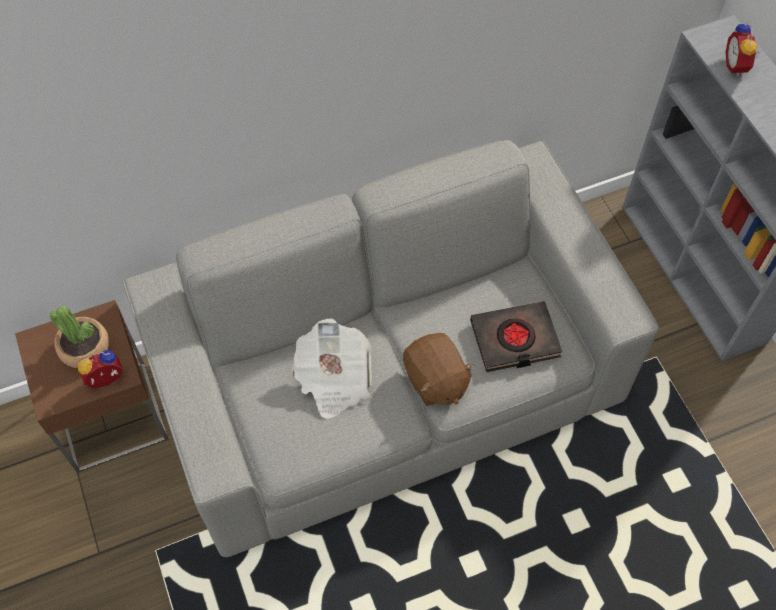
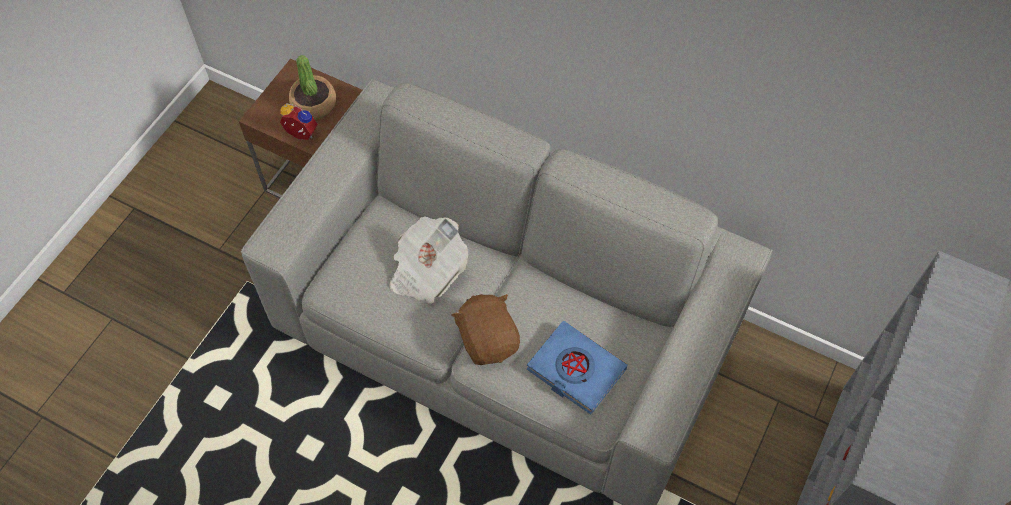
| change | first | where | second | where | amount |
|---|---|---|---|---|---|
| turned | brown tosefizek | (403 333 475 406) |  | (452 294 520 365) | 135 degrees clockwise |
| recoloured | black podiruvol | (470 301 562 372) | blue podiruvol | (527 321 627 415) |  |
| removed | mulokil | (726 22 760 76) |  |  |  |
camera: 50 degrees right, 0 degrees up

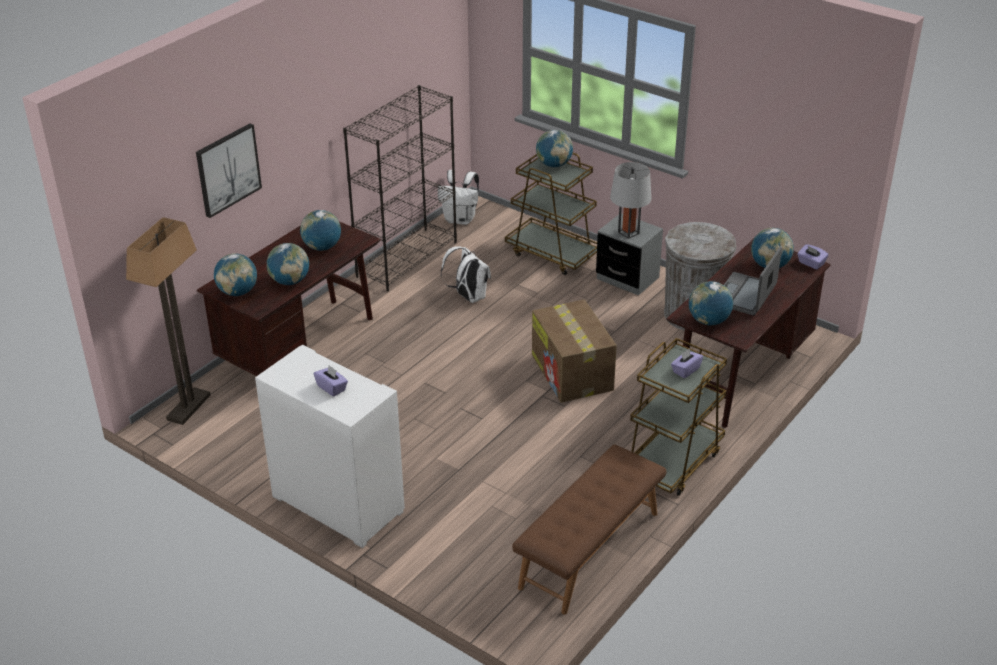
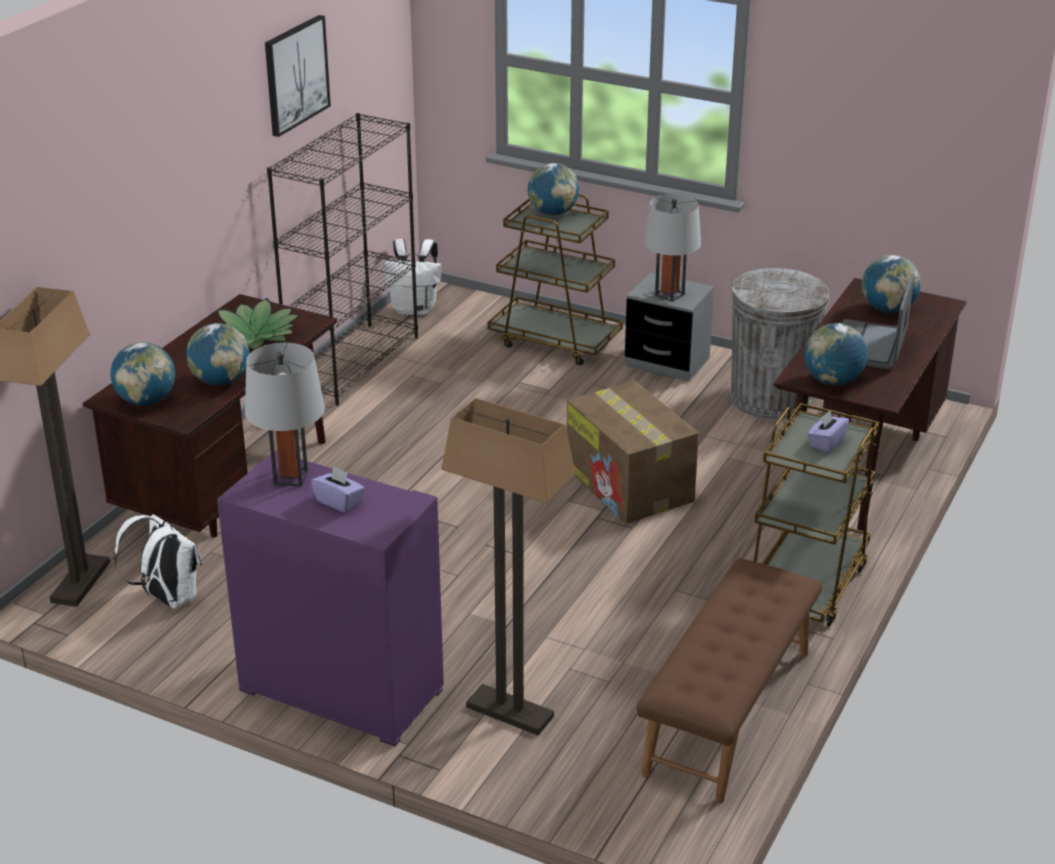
| change | first | where | second | where | amount |
|---|---|---|---|---|---|
| moved | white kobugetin | (441 246 491 303) |  | (114 514 202 609) |  |
| replaced | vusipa | (300 210 341 251) | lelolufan | (211 298 299 350) |  |
| recoloured | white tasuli | (255 345 405 548) | purple tasuli | (217 450 444 747) |  |
| added |  |  | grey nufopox | (245 342 325 486) |  |
| moved | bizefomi | (196 124 262 218) |  | (265 15 331 137) |  |
| added |  |  | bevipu | (441 398 576 735) |  |
| removed | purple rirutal | (797 244 828 270) |  |  |  |
camera: 10 degrees left, 5 degrees down

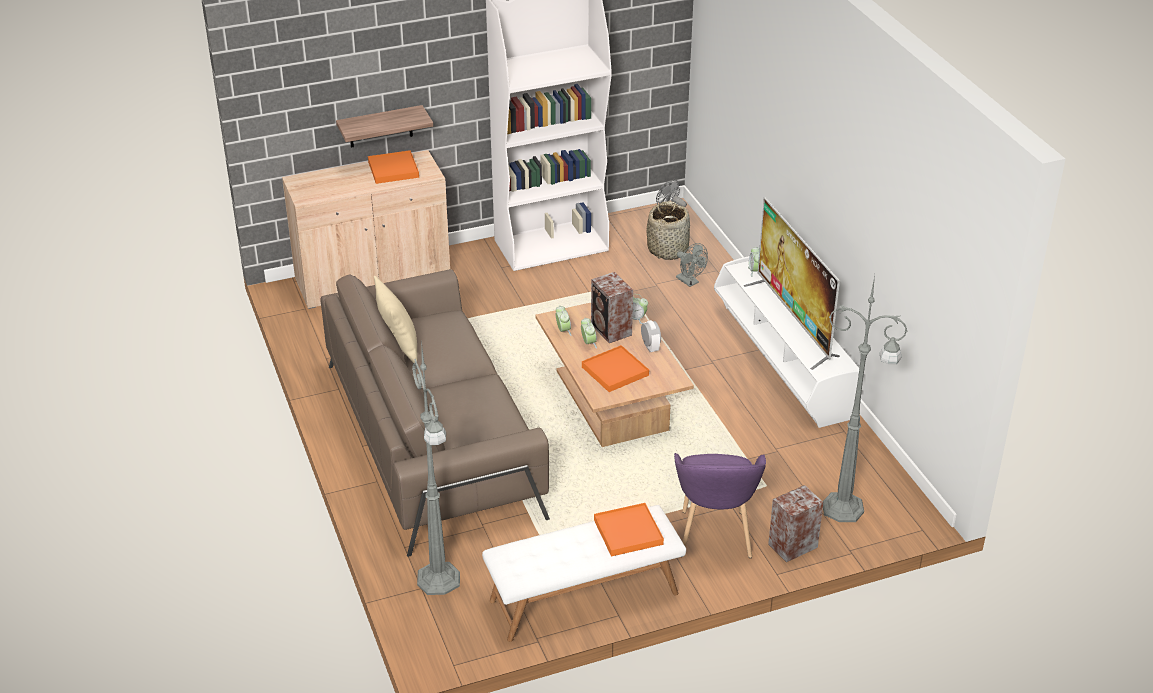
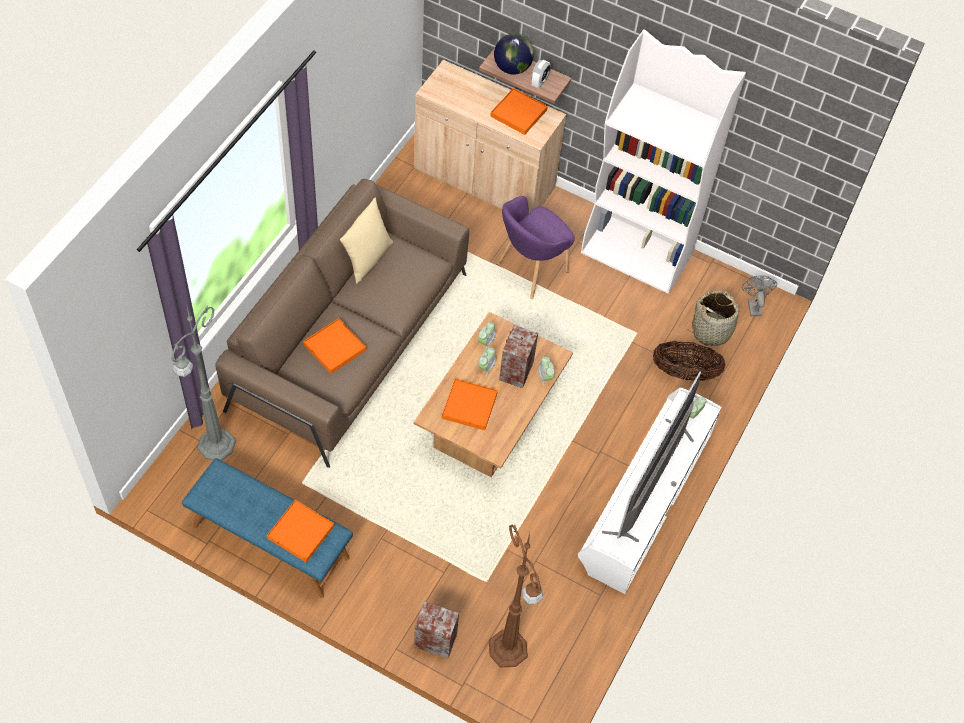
| change | first | where | second | where | amount |
|---|---|---|---|---|---|
| recoloured | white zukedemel | (482 505 686 642) | blue zukedemel | (182 458 353 598) |  |
| added |  |  | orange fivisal | (303 318 366 374) |  |
| recoloured | grey bevipu | (823 275 908 522) | brown bevipu | (489 525 543 668) |  |
| added |  |  | vusipa | (494 34 534 75) |  |
| moved | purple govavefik | (674 453 766 558) |  | (497 196 575 299) |  |
| moved | mulokil | (641 320 661 352) |  | (531 60 551 88) |  |
| replaced | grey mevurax | (676 243 708 287) | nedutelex | (653 341 726 381) |  |
camera: 45 degrees right, 20 degrees up

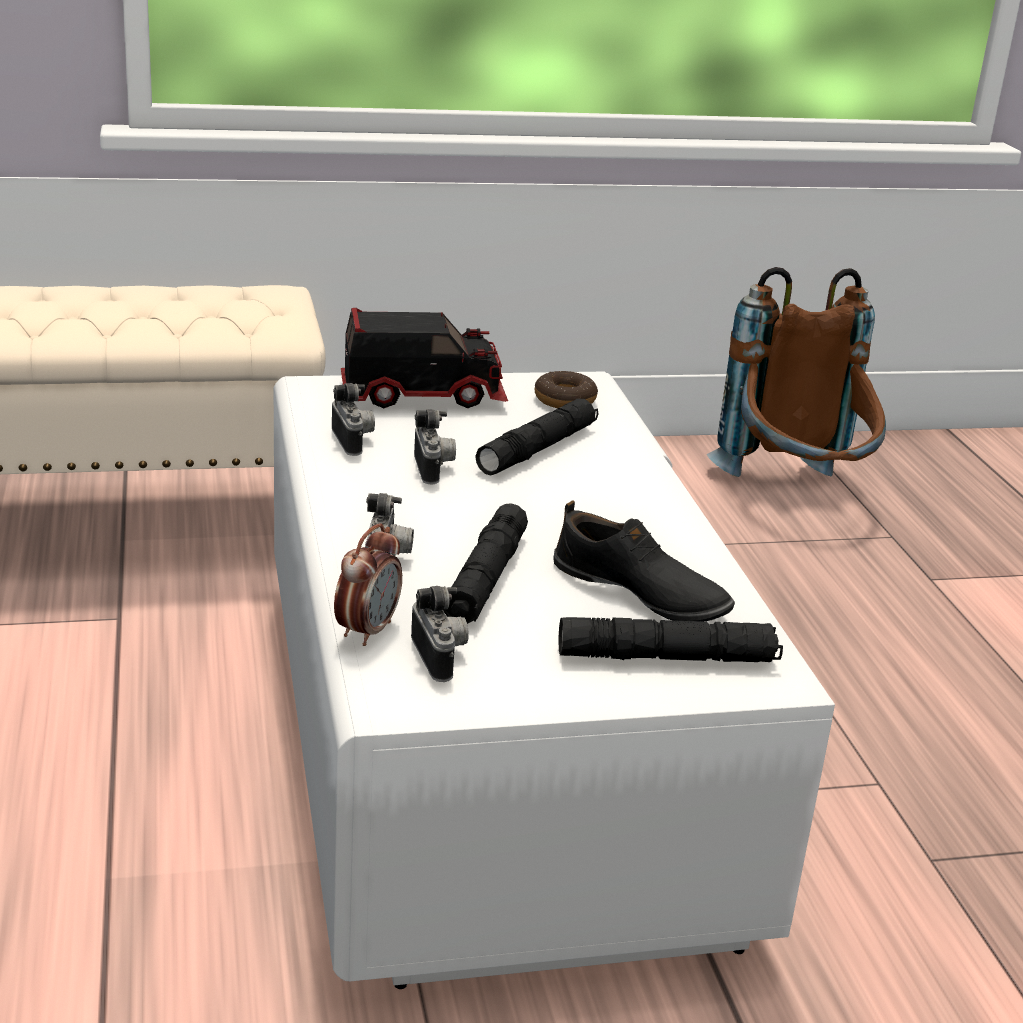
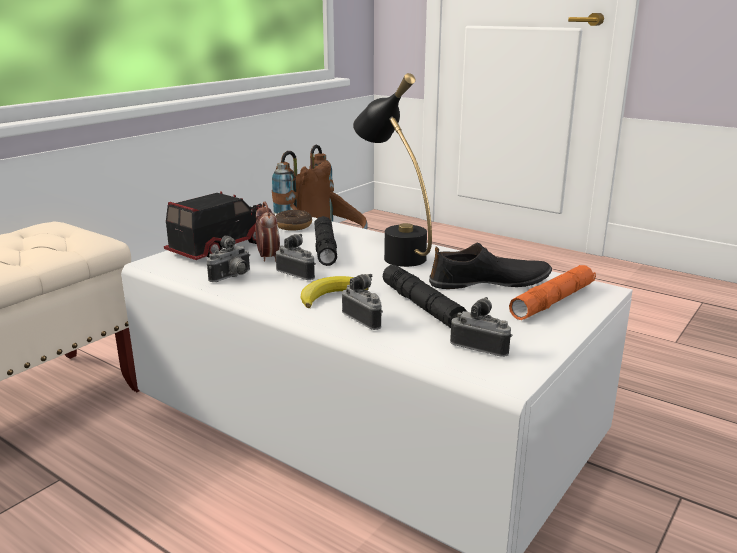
| change | first | where | second | where | amount |
|---|---|---|---|---|---|
| turned | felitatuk | (332 383 375 456) |  | (207 236 250 282) | 105 degrees clockwise |
| moved | mulokil | (334 523 402 646) |  | (255 201 280 261) |  |
| added |  |  | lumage | (300 276 369 308) |  |
| added |  |  | black nufopox | (353 73 432 267) |  |
| recoloured | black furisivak | (559 617 783 662) | orange furisivak | (509 265 596 320) |  |
camera: 40 degrees left, 5 degrees down

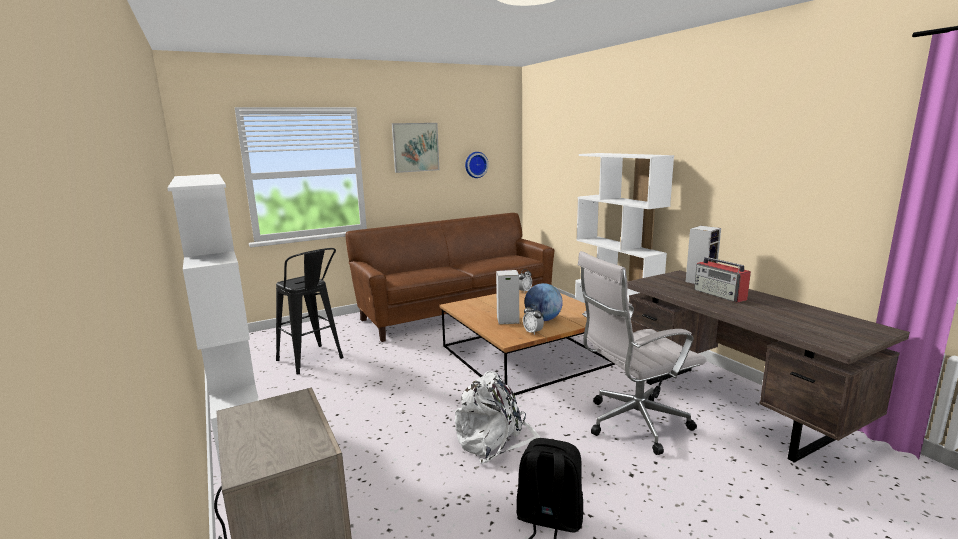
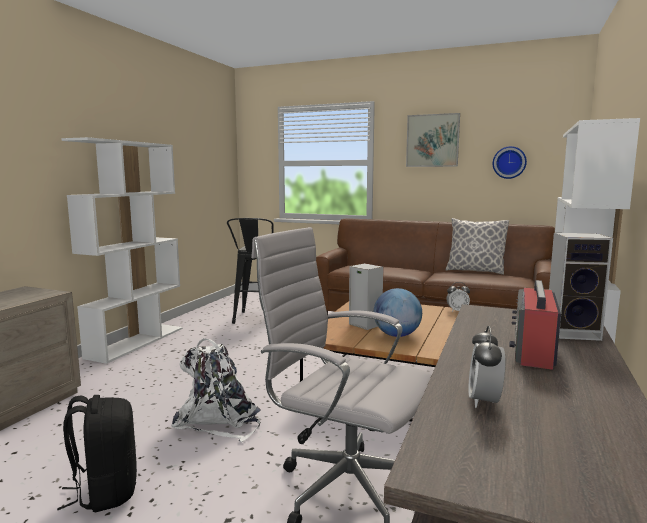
| change | first | where | second | where | amount |
|---|---|---|---|---|---|
| added |  |  | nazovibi | (446 218 509 275) |  |
| moved | mulokil | (523 304 544 335) |  | (468 326 505 408) |  |
camera: 50 degrees right, 5 degrees down

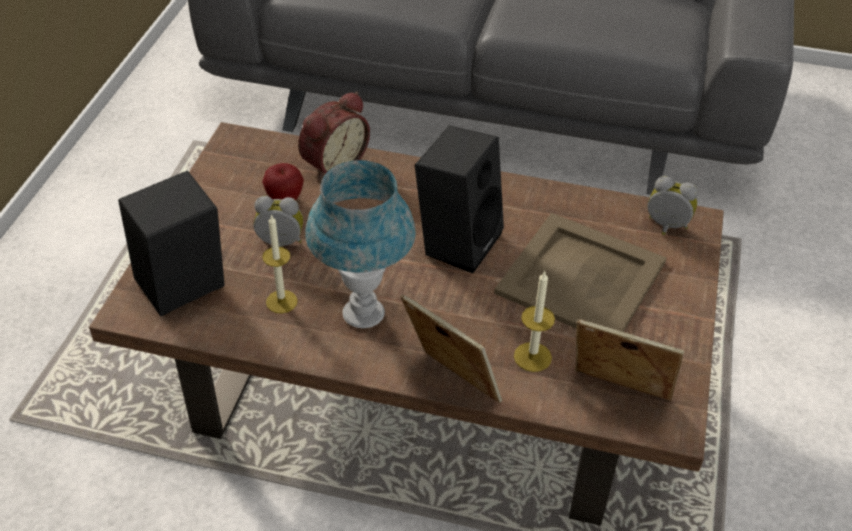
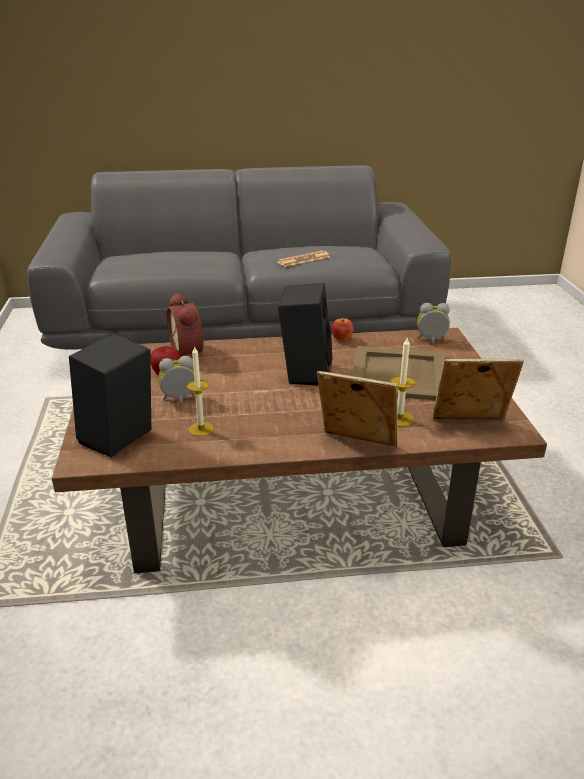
| change | first | where | second | where | amount |
|---|---|---|---|---|---|
| turned | mulokil | (298 92 370 180) |  | (166 293 203 356) | 135 degrees clockwise |
| added |  |  | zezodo | (277 250 330 267) |  |
| added |  |  | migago | (332 318 354 341) |  |
| removed | blue nufopox | (305 160 416 328) |  |  |  |
camera: 20 degrees left, 15 degrees down

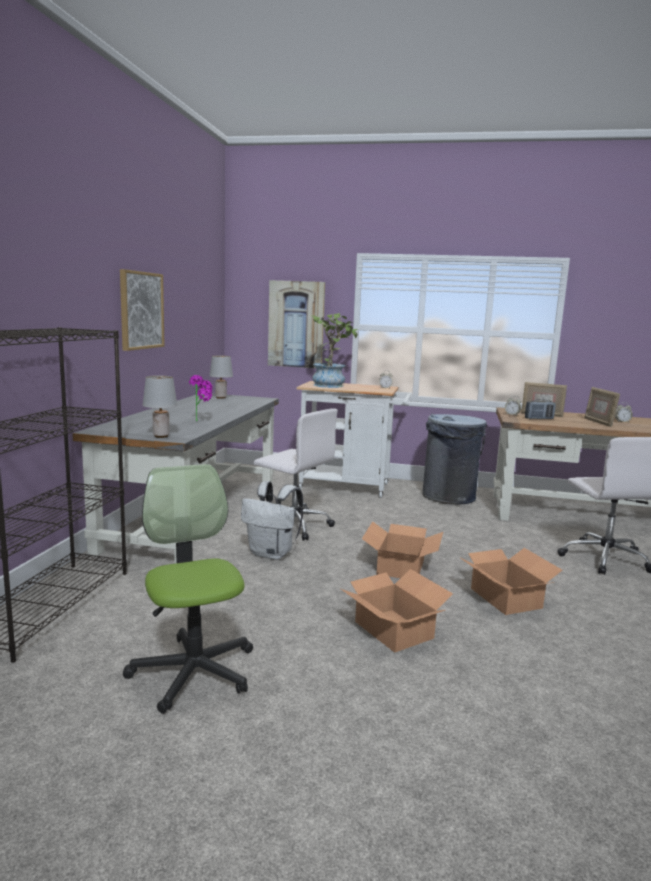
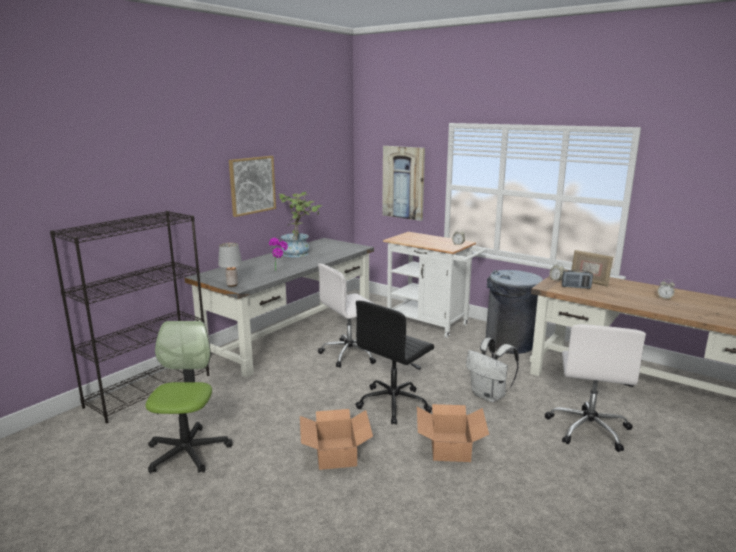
| change | first | where | second | where | amount |
|---|---|---|---|---|---|
| moved | lelolufan | (310 313 358 388) |  | (278 192 323 257) |  |
| turned | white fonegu | (254 409 338 541) |  | (318 264 376 368) | 90 degrees clockwise |
| replaced | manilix | (362 521 443 578) | black fonegu | (355 301 434 424) |  |
| moved | white kobugetin | (241 481 303 560) |  | (466 338 519 402) |  |
| removed | grey nufopox | (209 356 233 399) |  |  |  |
| removed | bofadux | (584 387 620 427) |  |  |  |
camera: 25 degrees right, 5 degrees up

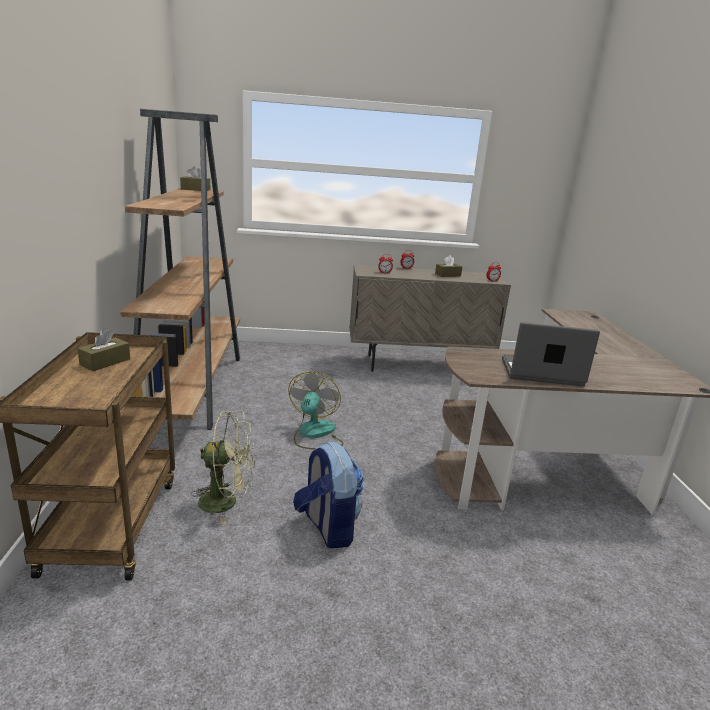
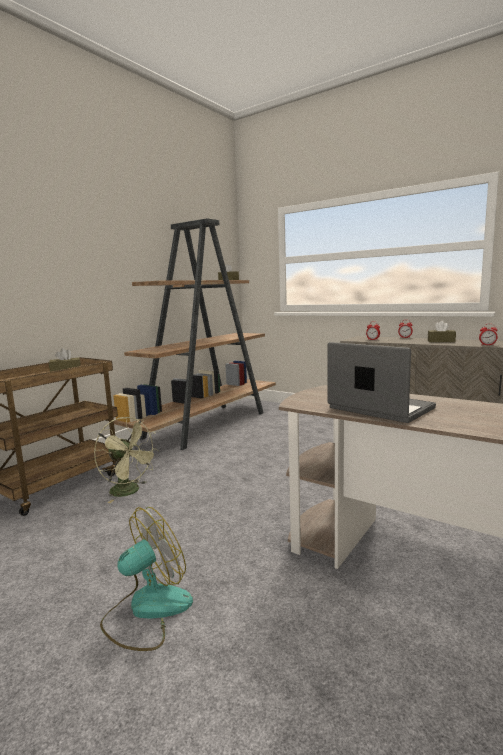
| change | first | where | second | where | amount |
|---|---|---|---|---|---|
| moved | mevurax | (288 371 344 450) |  | (100 507 193 651) |  |
| removed | kobugetin | (293 442 364 549) |  |  |  |
camera: 40 degrees right, 10 degrees down

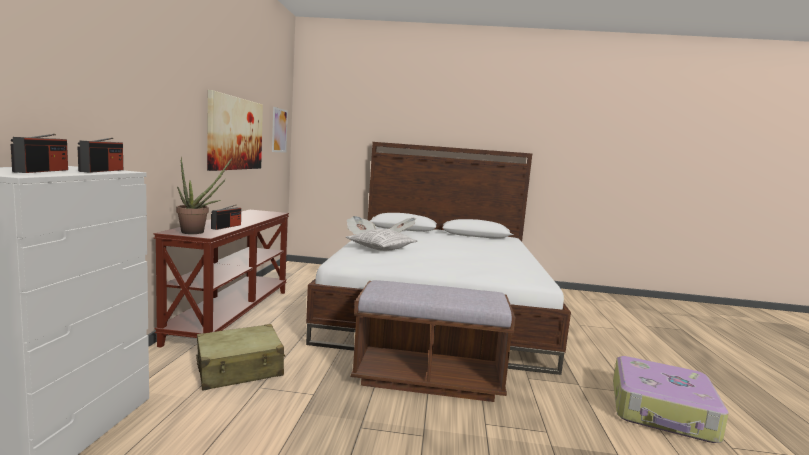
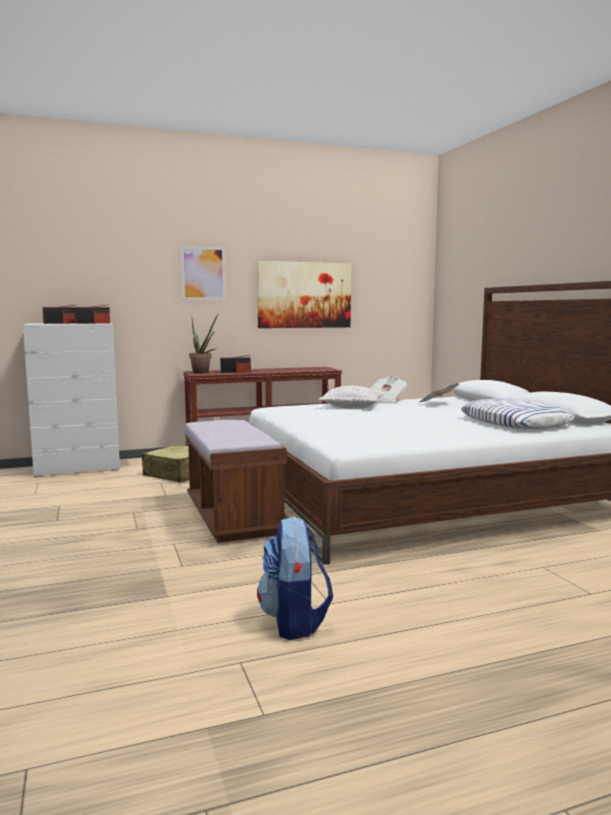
| change | first | where | second | where | amount |
|---|---|---|---|---|---|
| moved | bizefomi | (272 107 288 153) |  | (181 246 226 300) |  |
| replaced | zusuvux | (613 356 729 443) | kobugetin | (257 516 333 640) |  |
| added |  |  | nazovibi | (461 398 575 429) |  |
camera: 65 degrees right, 0 degrees up

